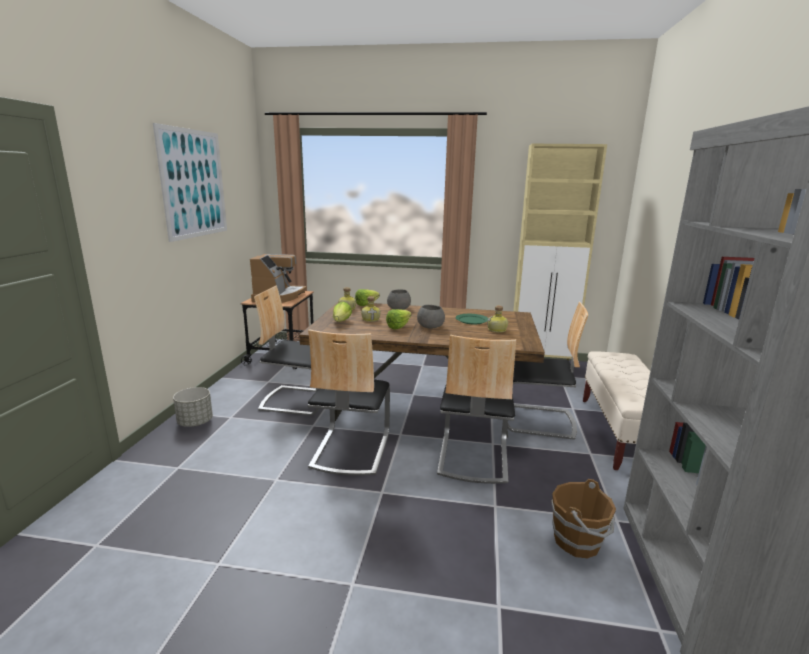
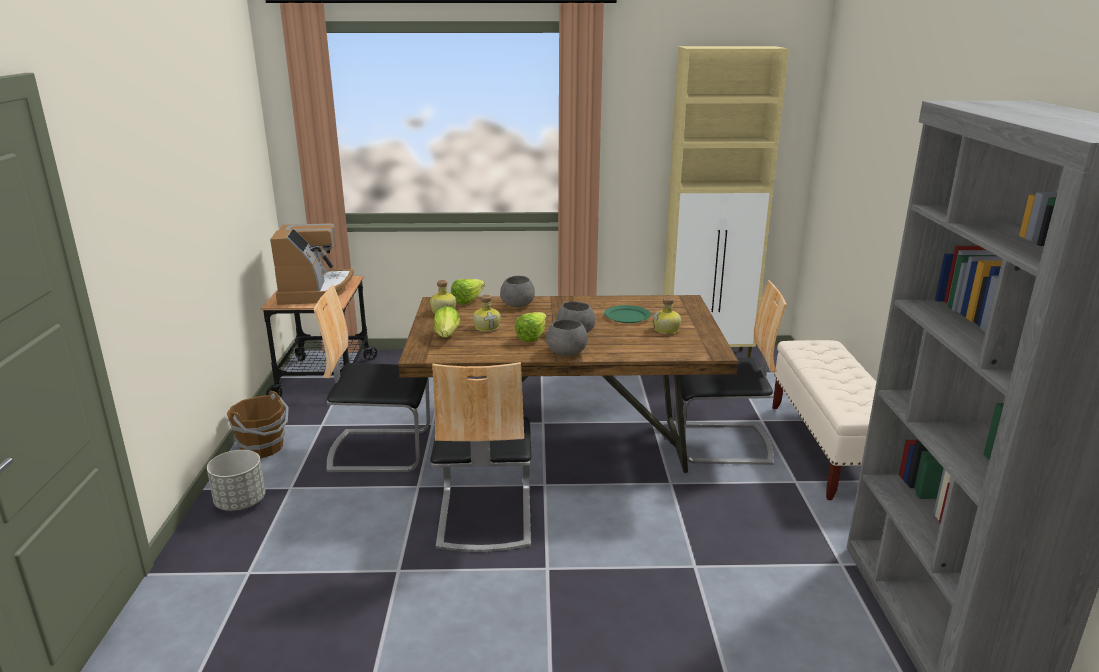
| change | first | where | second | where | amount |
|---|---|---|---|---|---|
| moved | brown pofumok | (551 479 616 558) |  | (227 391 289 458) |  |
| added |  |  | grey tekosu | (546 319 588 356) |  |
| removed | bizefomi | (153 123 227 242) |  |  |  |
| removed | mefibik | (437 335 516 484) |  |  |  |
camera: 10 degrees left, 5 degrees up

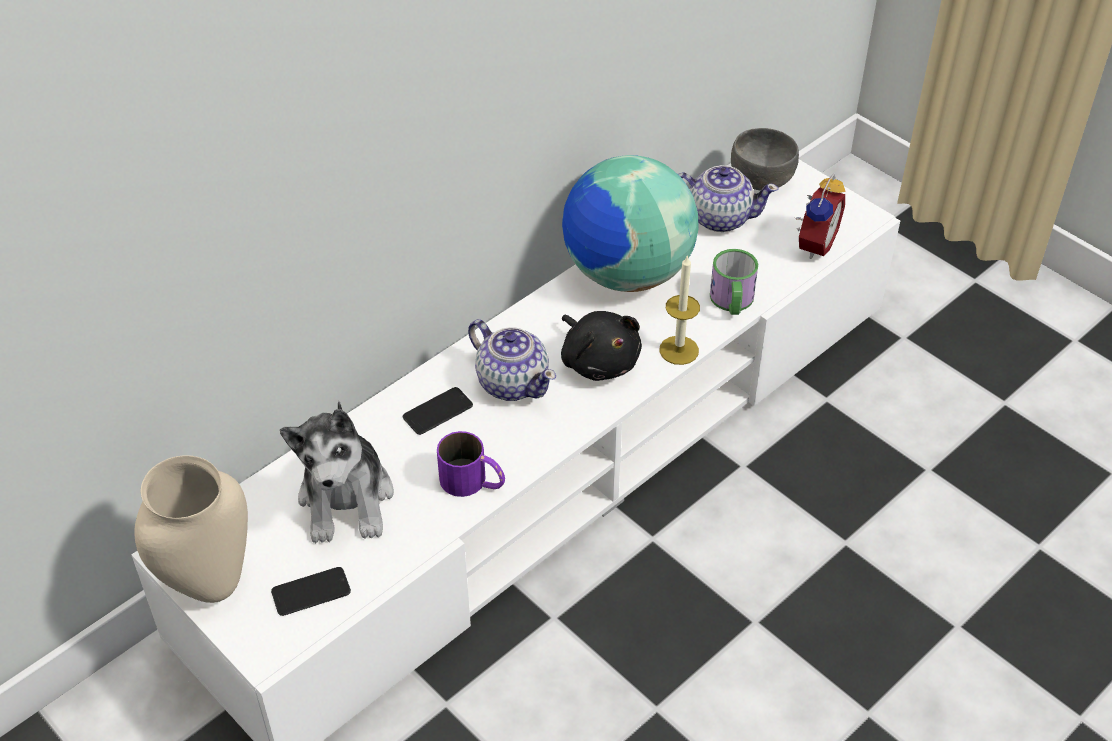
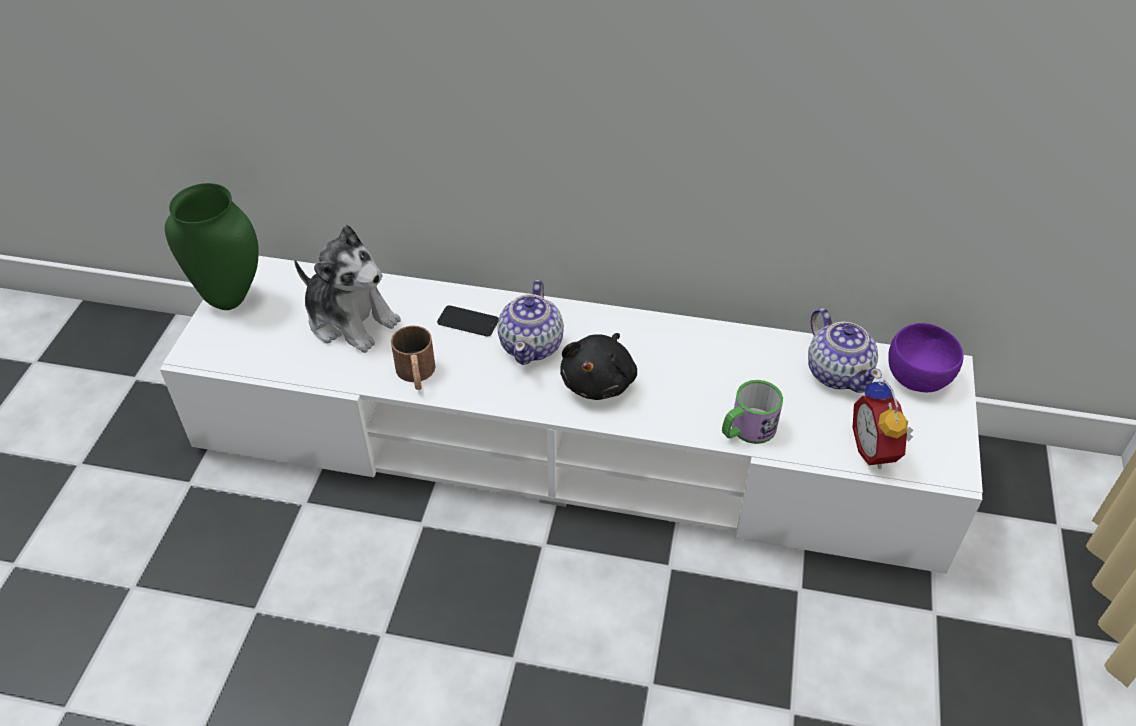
| change | first | where | second | where | amount |
|---|---|---|---|---|---|
| recoloured | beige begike | (134 455 248 603) | green begike | (165 183 259 310) |  |
| turned | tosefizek | (280 401 394 543) |  | (294 225 401 353) | 105 degrees counterclockwise |
| recoloured | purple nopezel | (437 431 505 497) | brown nopezel | (391 325 435 390) |  |
| turned | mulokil | (795 173 846 259) |  | (853 379 913 469) | 90 degrees clockwise |
| recoloured | grey tekosu | (731 128 799 191) | purple tekosu | (888 323 963 393) |  |
| removed | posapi | (271 567 351 616) |  |  |  |
| removed | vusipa | (562 155 698 292) |  |  |  |
| removed | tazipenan | (659 255 700 365) |  |  |  |
camera: 55 degrees right, 0 degrees up

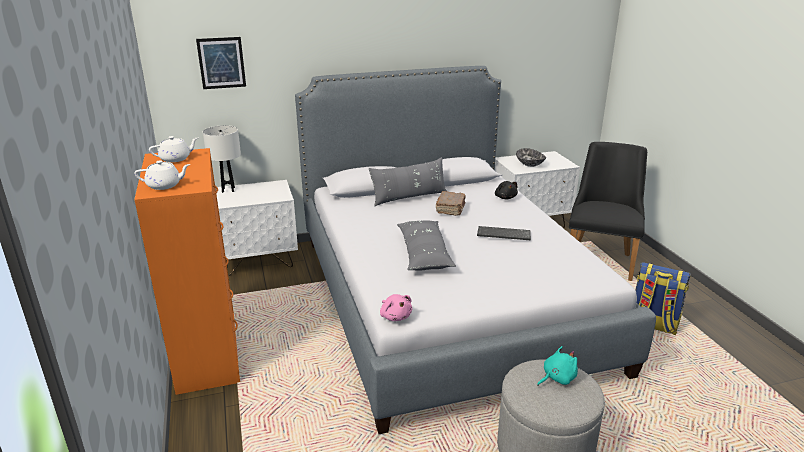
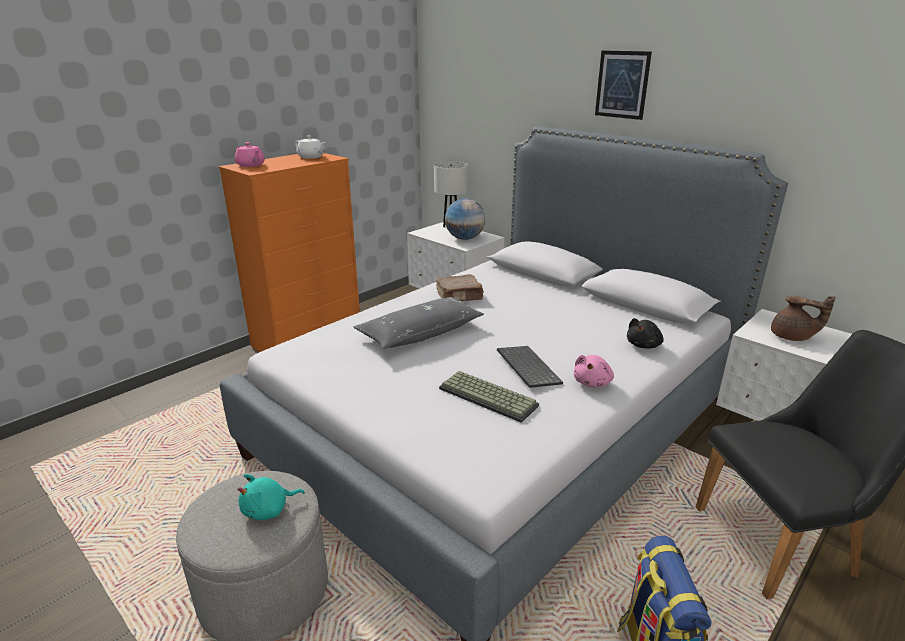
| change | first | where | second | where | amount |
|---|---|---|---|---|---|
| recoloured | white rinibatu | (134 160 191 190) | pink rinibatu | (235 142 265 167) |  |
| turned | turquoise tosefizek | (537 346 578 386) |  | (238 474 305 520) | 120 degrees clockwise |
| moved | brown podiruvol | (436 191 465 216) |  | (436 274 484 301) |  |
| added |  |  | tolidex | (439 371 539 423) |  |
| added |  |  | vusipa | (445 198 485 240) |  |
| moved | pink tosefizek | (380 294 412 321) |  | (574 355 614 387) |  |
| moved | bizefomi | (196 37 246 89) |  | (595 50 652 120) |  |
| replaced | tekosu | (516 148 546 167) | brown rinibatu | (771 296 835 341) |  |
| removed | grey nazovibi | (369 157 447 206) |  |  |  |
camera: 60 degrees right, 0 degrees up

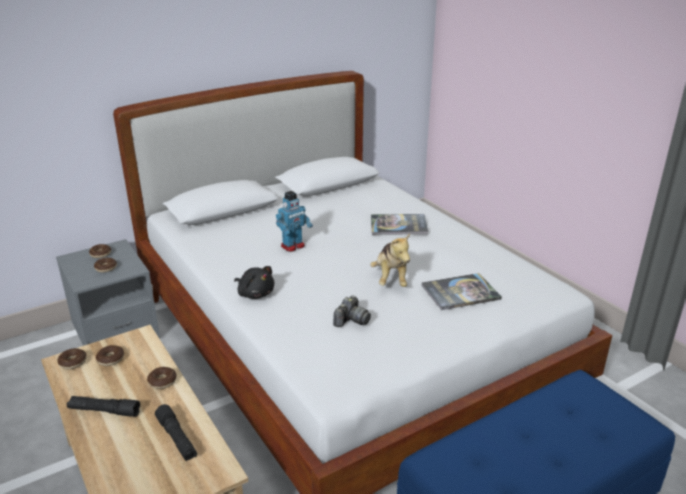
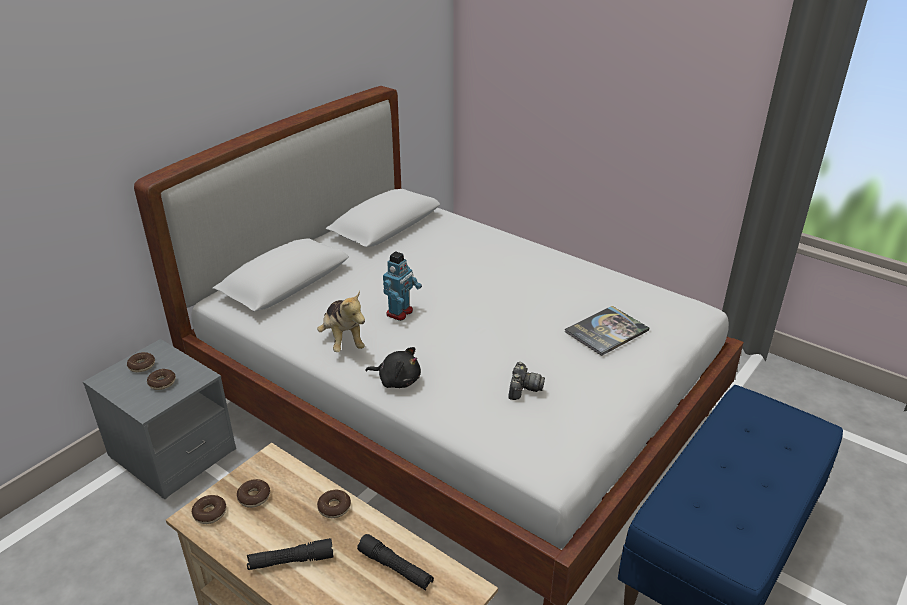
| change | first | where | second | where | amount |
|---|---|---|---|---|---|
| moved | tosefizek | (370 234 410 287) |  | (317 291 365 352) |  |
| removed | podiruvol | (371 214 428 235) |  |  |  |
camera: 20 degrees left, 5 degrees up

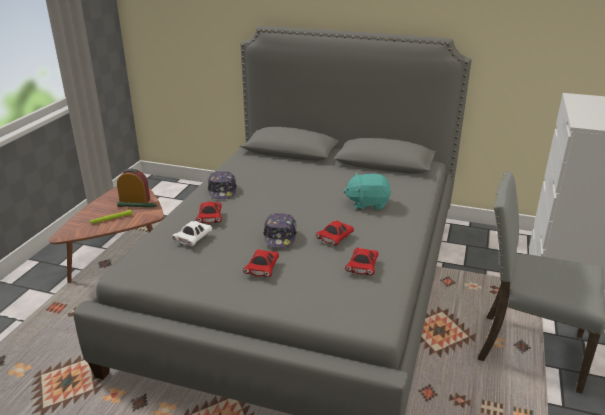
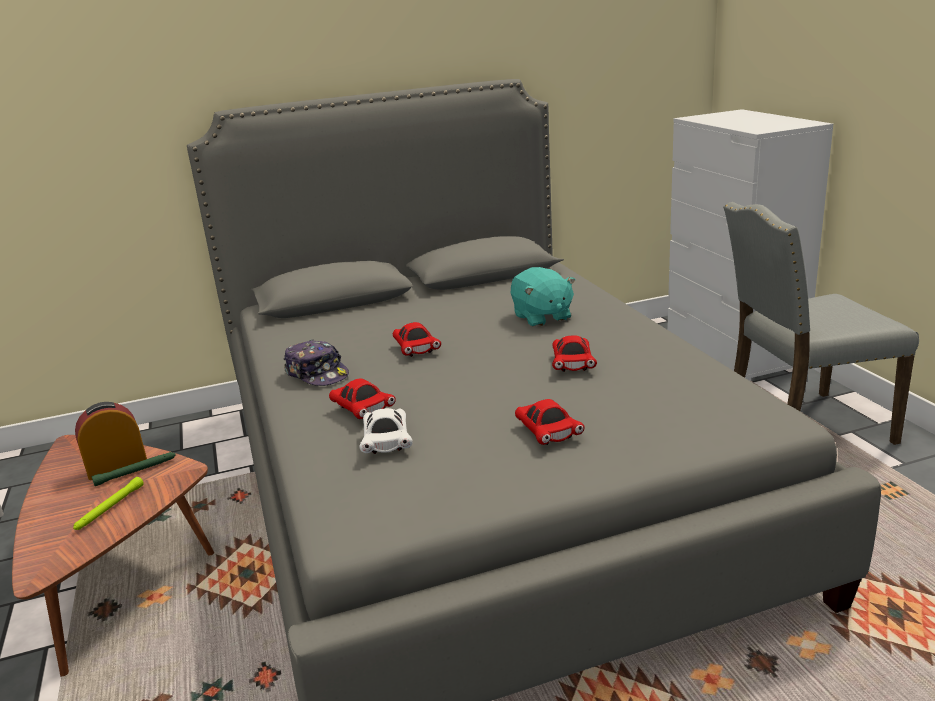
| change | first | where | second | where | amount |
|---|---|---|---|---|---|
| moved | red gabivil | (345 247 378 275) |  | (393 322 441 357) |  |
| turned | turquoise tosefizek | (343 172 391 210) |  | (511 267 575 327) | 75 degrees counterclockwise |
| removed | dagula | (263 213 297 248) |  |  |  |
camera: 35 degrees left, 5 degrees down

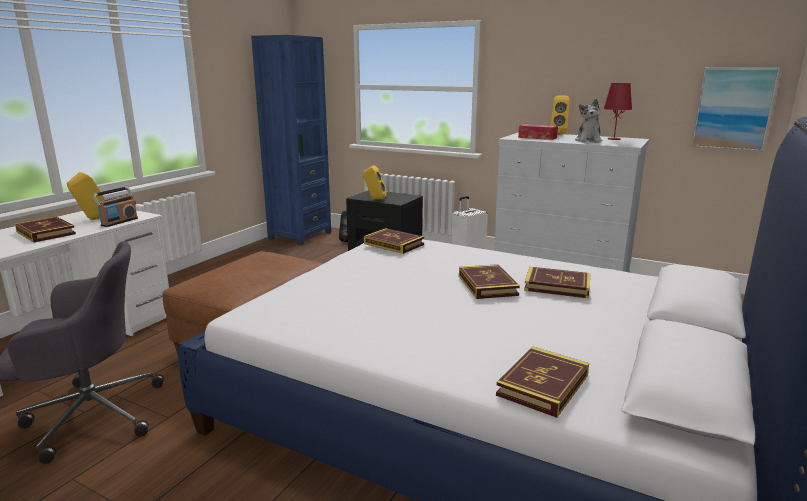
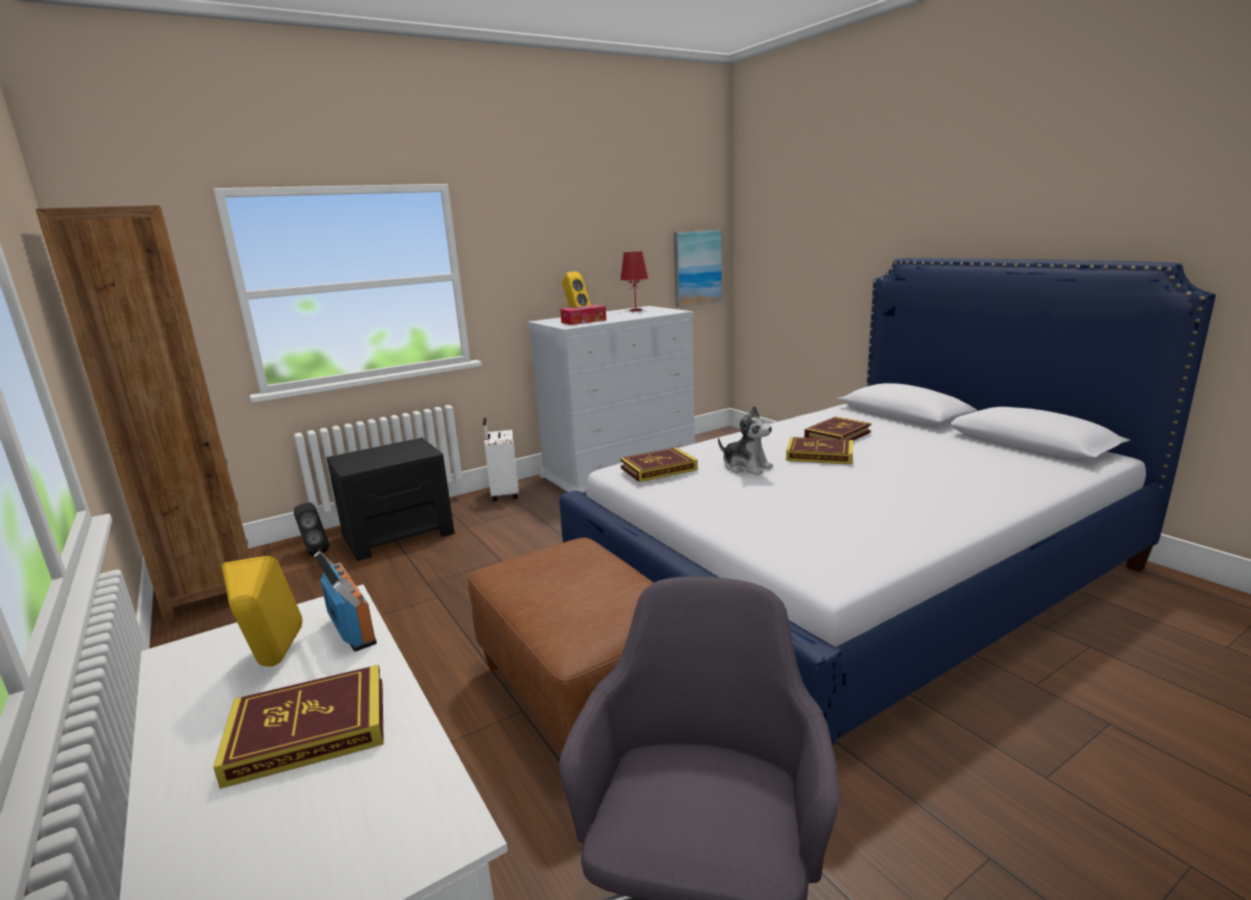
| change | first | where | second | where | amount |
|---|---|---|---|---|---|
| recoloured | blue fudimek | (251 35 331 245) | brown fudimek | (35 205 251 621) |  |
| moved | tosefizek | (575 99 602 143) |  | (718 405 773 475) |  |
| removed | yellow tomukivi | (363 166 387 200) |  |  |  |
| removed | podiruvol | (496 347 589 418) |  |  |  |
camera: 60 degrees left, 0 degrees up

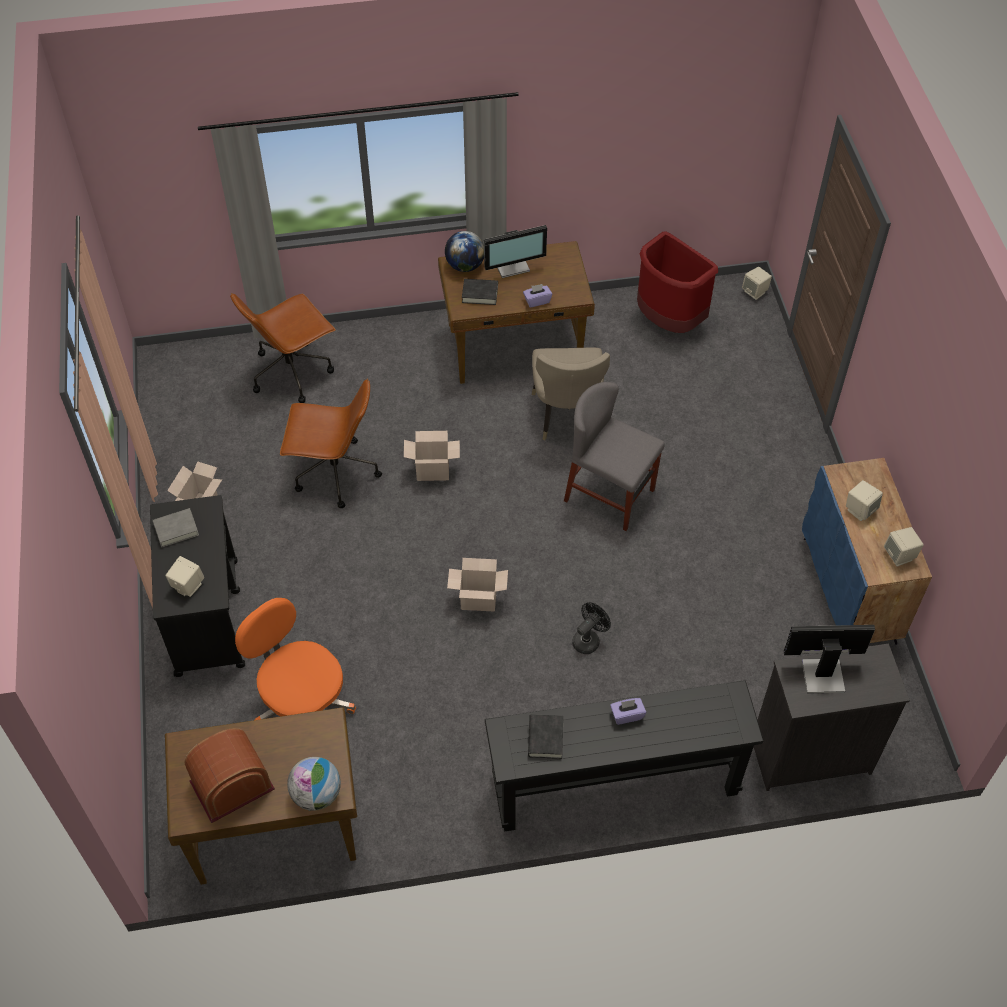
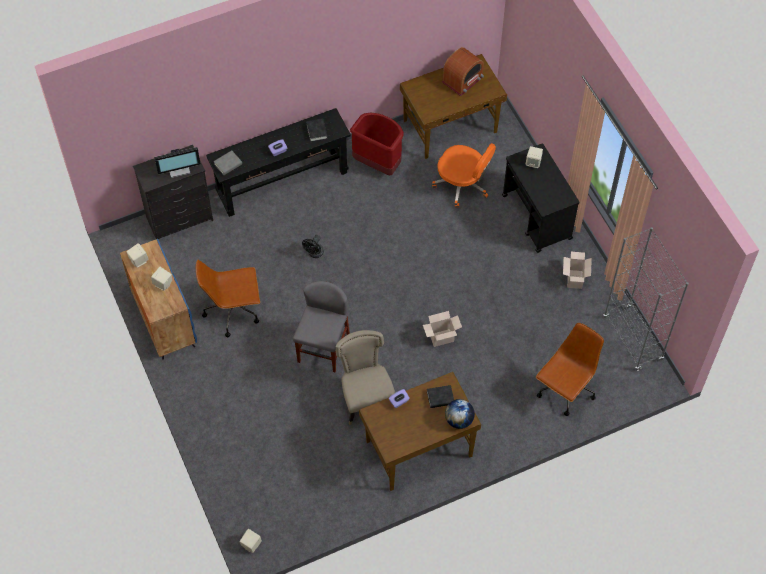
| change | first | where | second | where | amount |
|---|---|---|---|---|---|
| moved | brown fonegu | (280 379 382 508) |  | (196 260 260 337) |  |
| moved | grey podiruvol | (152 508 199 547) |  | (214 151 242 175) |  |
| turned | grey mefibik | (564 382 664 531) |  | (293 281 350 372) | 90 degrees counterclockwise |
| moved | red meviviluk | (637 231 718 333) |  | (350 113 404 175) |  |
| added |  |  | grey fudimek | (604 227 689 371) |  |
| removed | vusipa | (287 757 341 811) |  |  |  |
| removed | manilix | (447 558 508 612) |  |  |  |
| removed | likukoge | (484 225 547 278) |  |  |  |
camera: 165 degrees right, 5 degrees up

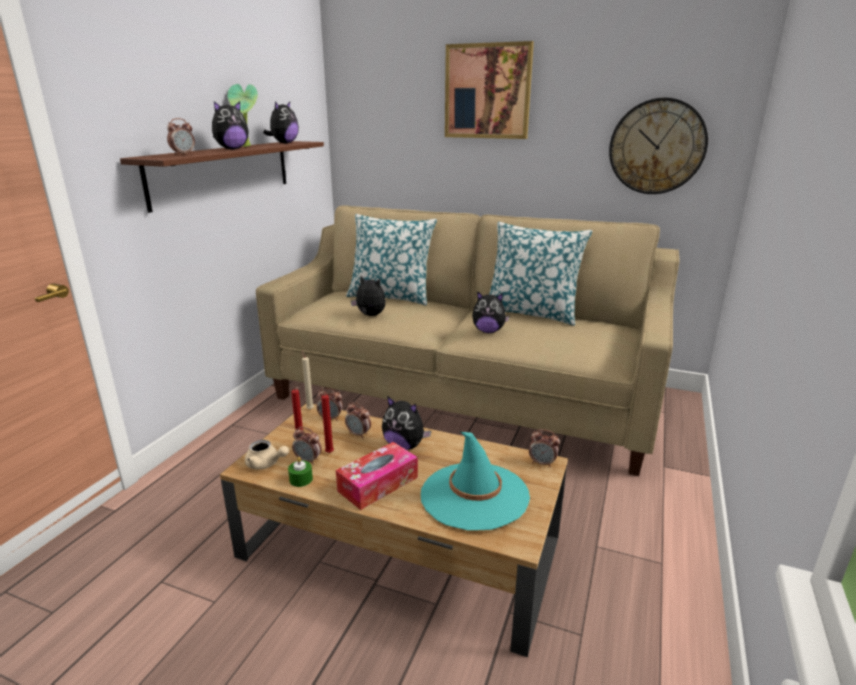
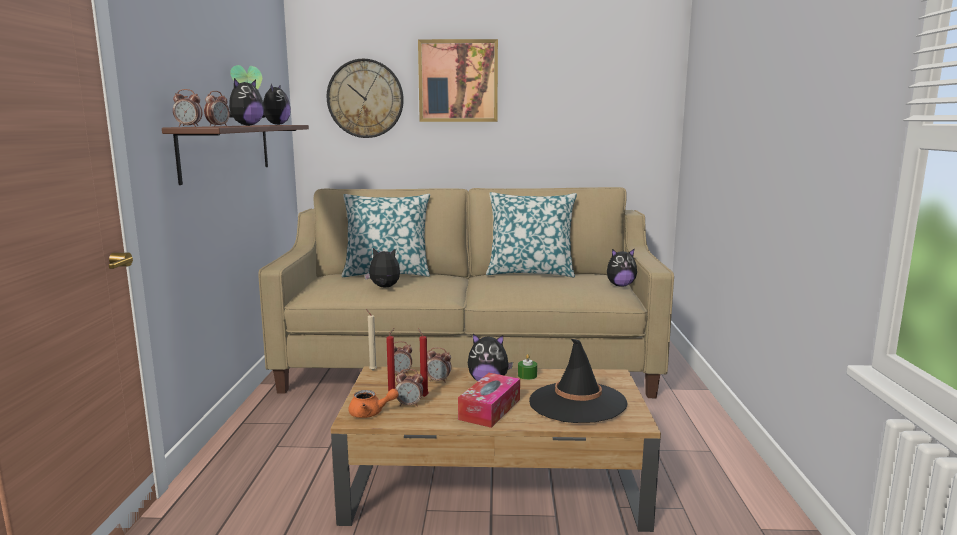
| change | first | where | second | where | amount |
|---|---|---|---|---|---|
| moved | mulokil | (529 429 560 467) |  | (173 89 203 127) |  |
| moved | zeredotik | (609 97 708 194) |  | (327 59 404 138) |  |
| recoloured | beige rinibatu | (245 440 289 469) | orange rinibatu | (348 389 399 418) |  |
| moved | green tazipenan | (288 457 313 487) |  | (518 354 537 380) |  |
| recoloured | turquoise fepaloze | (421 431 530 531) | black fepaloze | (529 339 628 423) |  |
| moved | tosefizek | (472 291 510 333) |  | (607 249 637 287) |  |
camera: 20 degrees left, 10 degrees down

